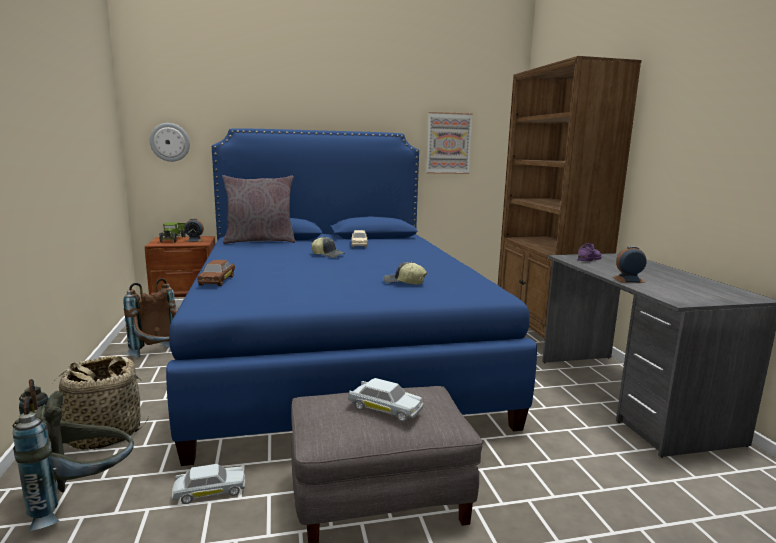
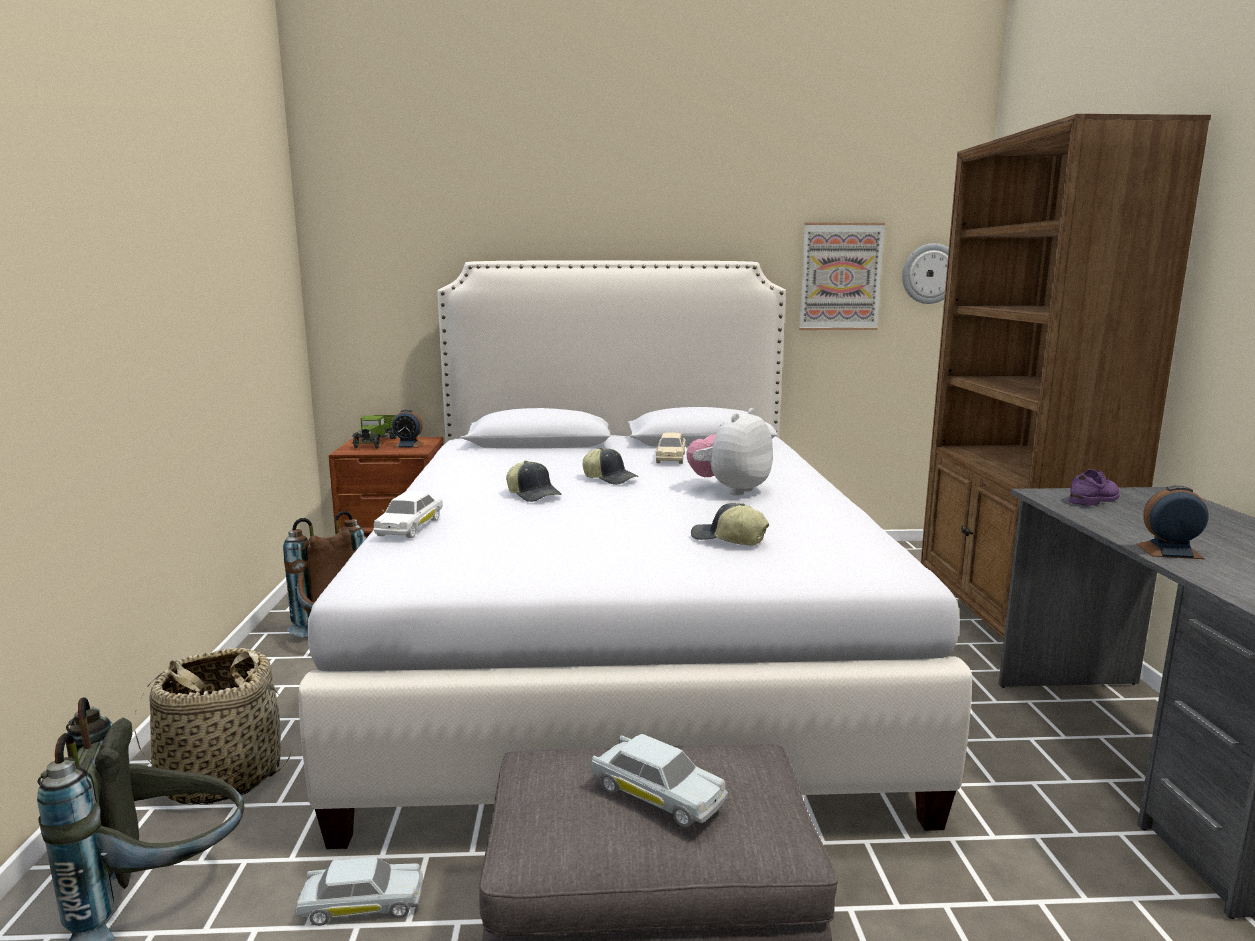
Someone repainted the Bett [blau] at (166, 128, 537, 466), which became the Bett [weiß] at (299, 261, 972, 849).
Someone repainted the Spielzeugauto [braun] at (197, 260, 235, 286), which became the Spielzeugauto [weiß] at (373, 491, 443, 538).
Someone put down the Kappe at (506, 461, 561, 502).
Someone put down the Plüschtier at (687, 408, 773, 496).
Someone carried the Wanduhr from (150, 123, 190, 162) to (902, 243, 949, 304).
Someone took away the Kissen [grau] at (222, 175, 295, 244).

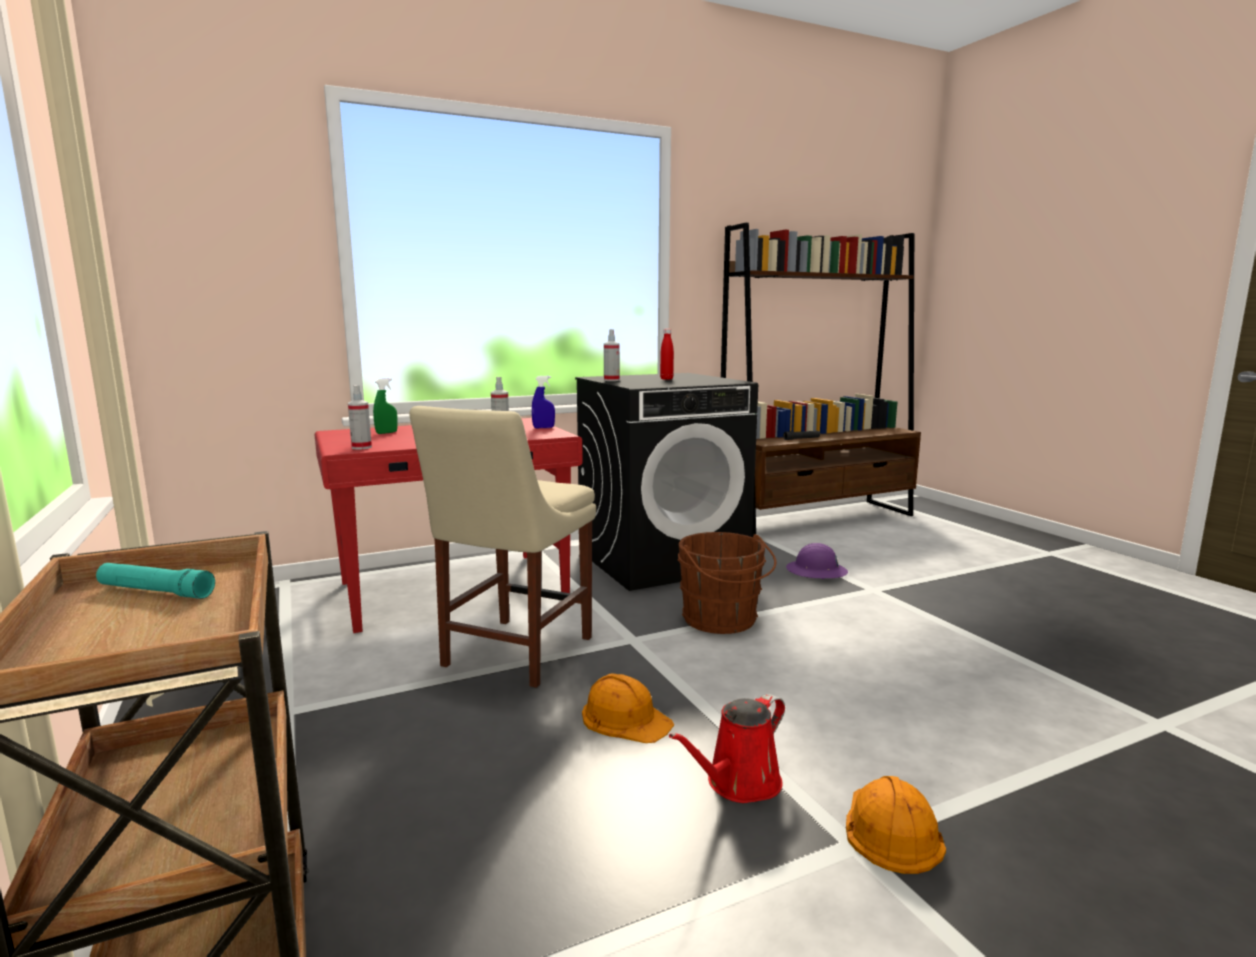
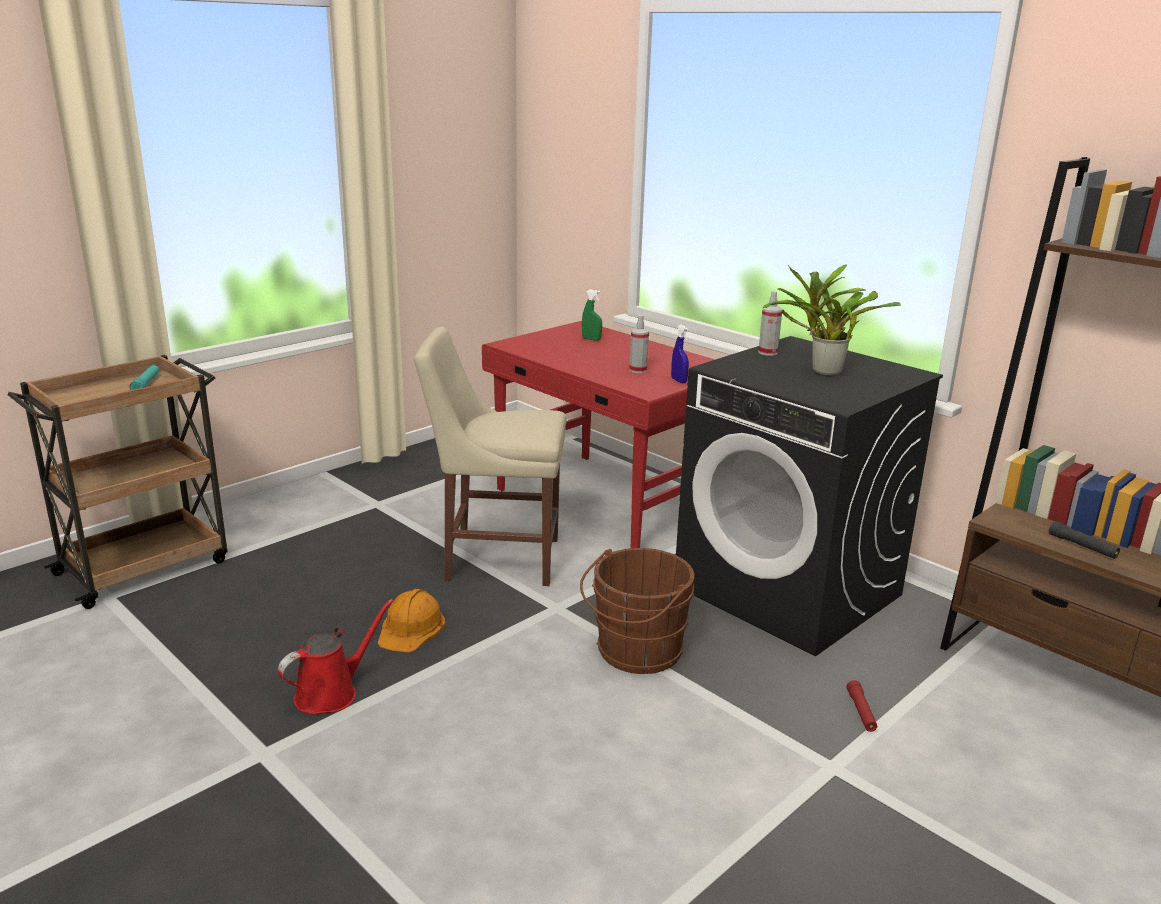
Someone rotated the Gießkanne [rot] at (669, 694, 785, 803) by 105 degrees clockwise.
Someone swapped the Flasche [rot] at (660, 329, 674, 380) for the Topfpflanze at (763, 264, 901, 376).
Someone swapped the Schutzhelm [lila] at (786, 543, 848, 579) for the Taschenlampe [rot] at (847, 680, 877, 732).
Someone took away the Sprühflasche at (348, 385, 372, 450).
Someone took away the Schutzhelm [orange] at (846, 776, 946, 874).

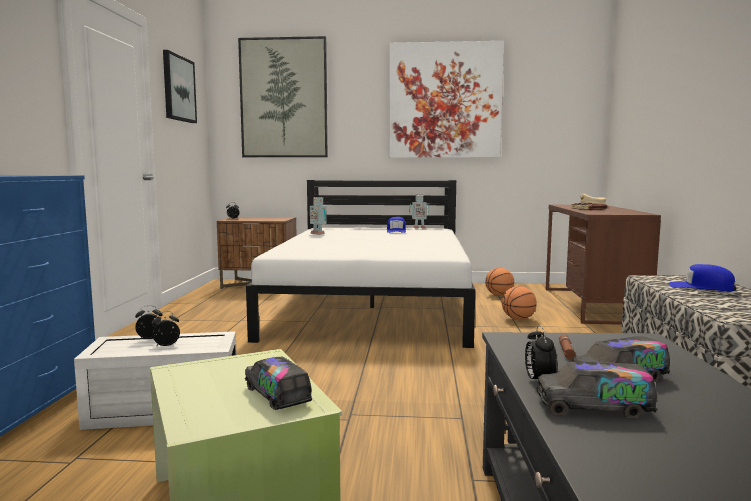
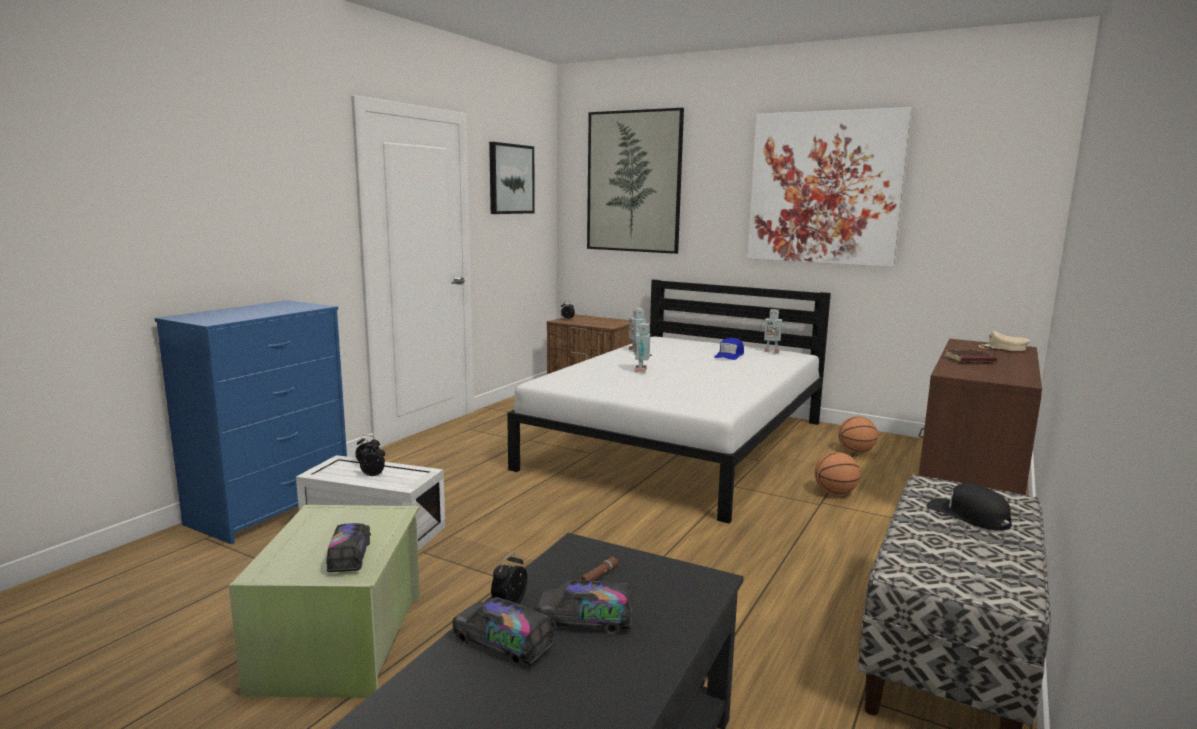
Someone put down the Spielzeugroboter at (633, 323, 652, 373).
Someone repainted the Kappe [blau] at (669, 264, 736, 291), which became the Kappe [schwarz] at (926, 483, 1012, 531).

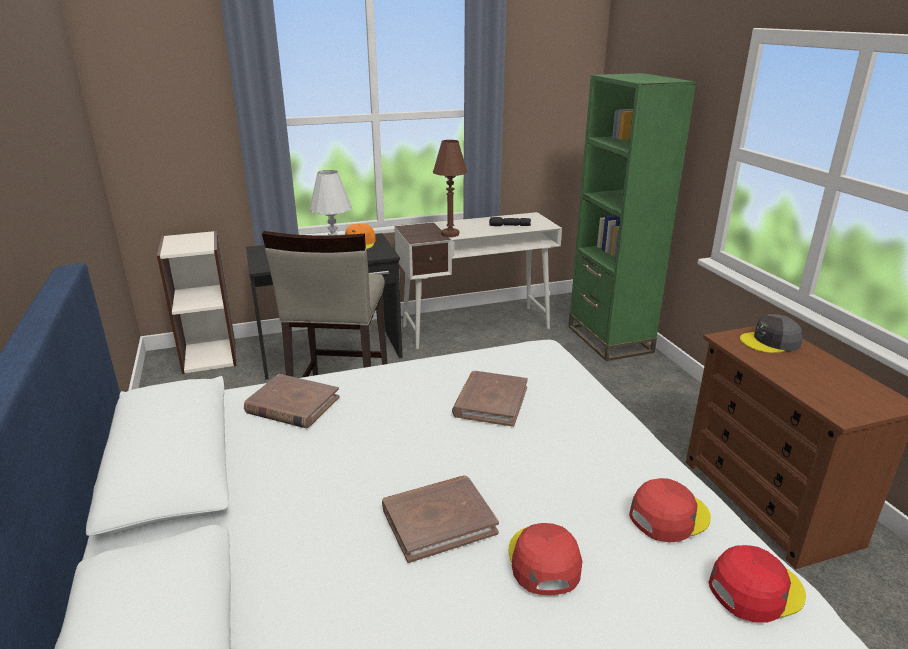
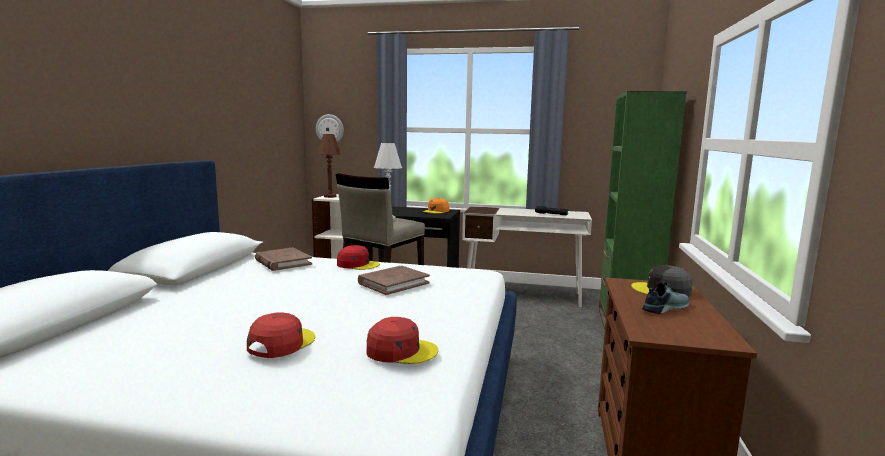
Someone put up the Wanduhr at (316, 114, 344, 143).
Someone carried the Tischlampe [braun] from (433, 140, 468, 237) to (317, 134, 341, 198).
Someone carried the Kappe [rot] from (709, 545, 806, 623) to (337, 245, 380, 270).
Someone put down the Schuh at (642, 282, 689, 314).
Someone took away the Buch [braun] at (382, 475, 499, 563).

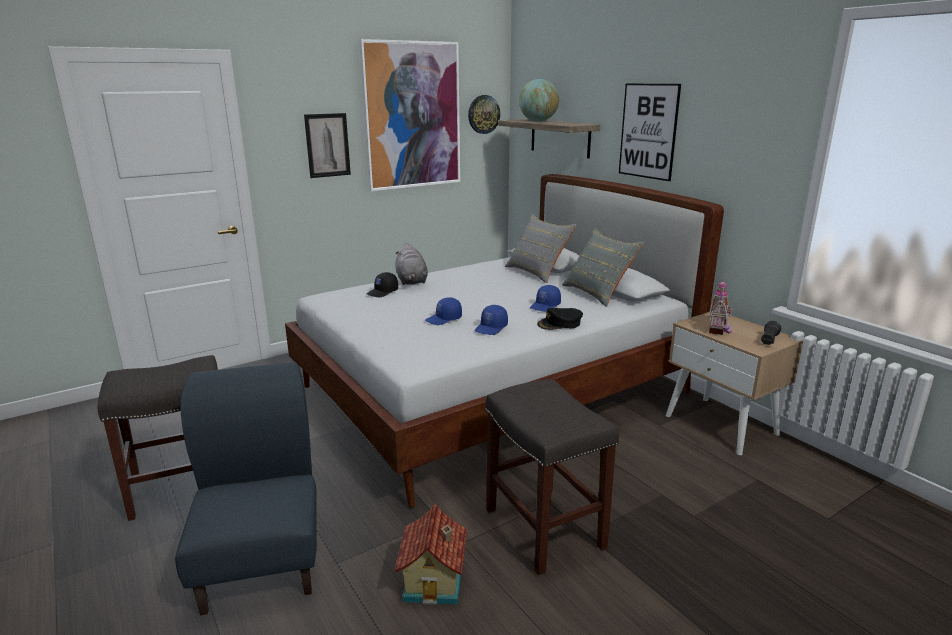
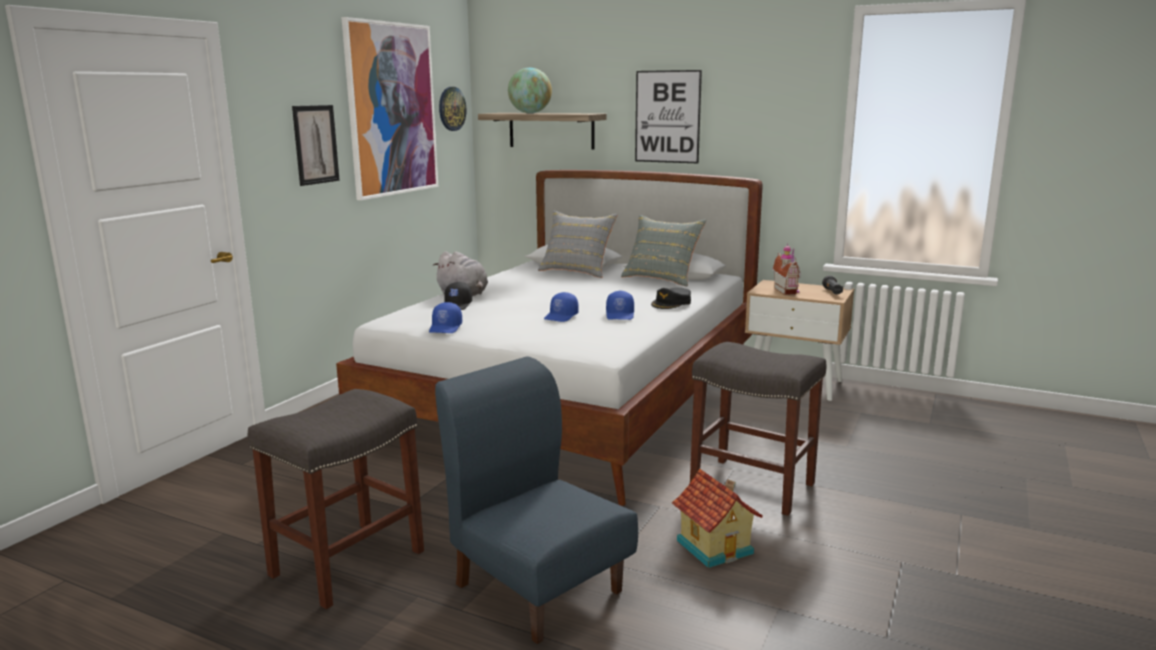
Someone carried the Kappe [blau] from (530, 285, 561, 312) to (429, 302, 462, 333).

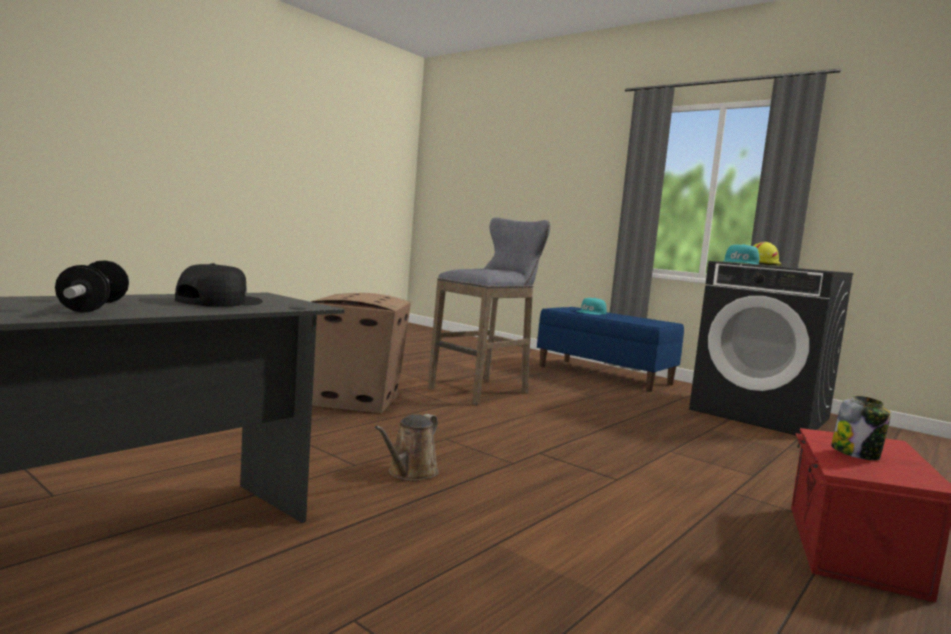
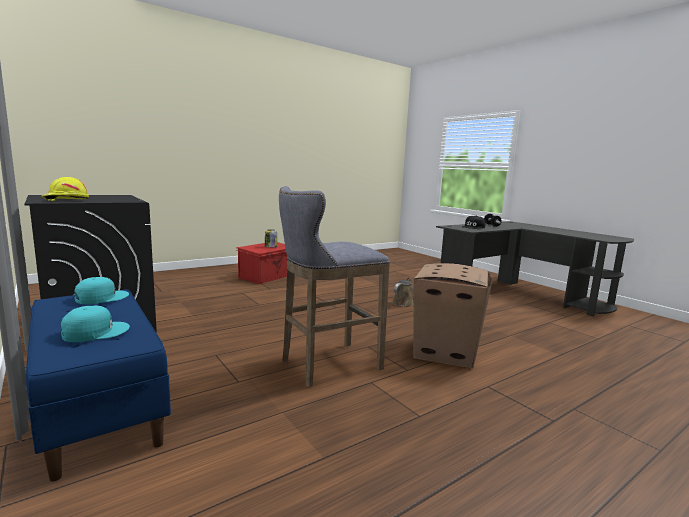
Someone carried the Kappe [türkis] from (723, 244, 759, 265) to (74, 277, 129, 304).

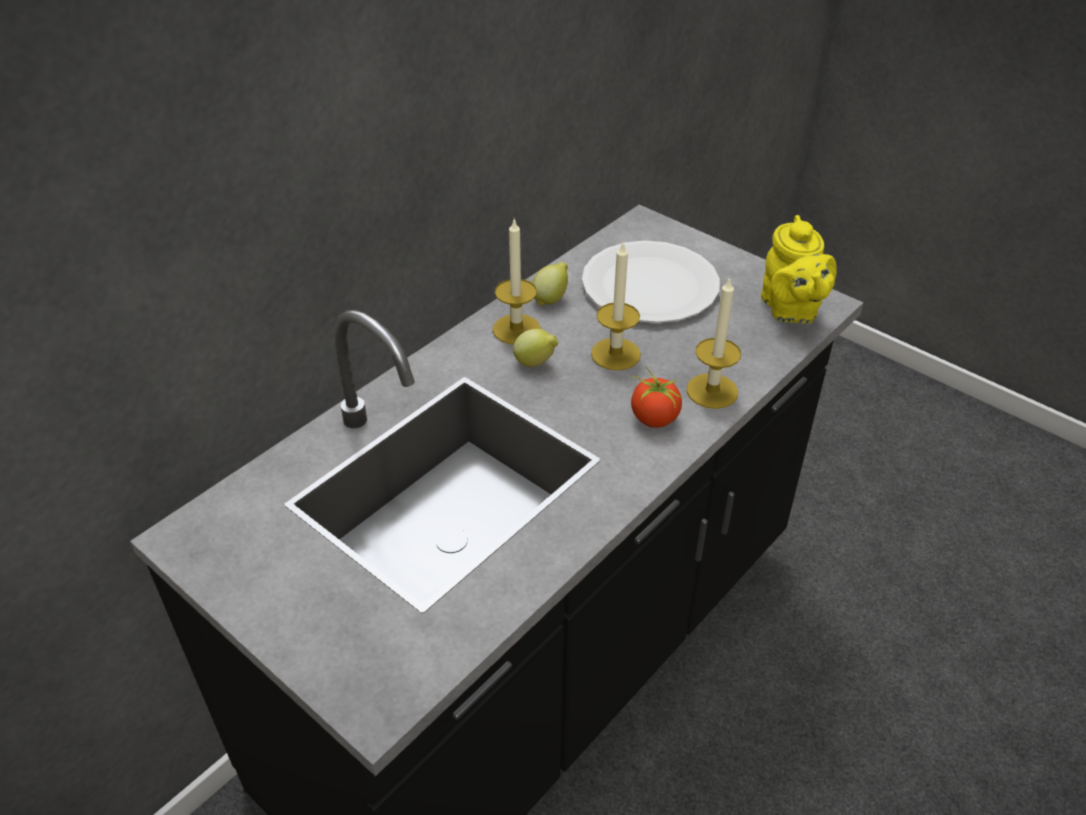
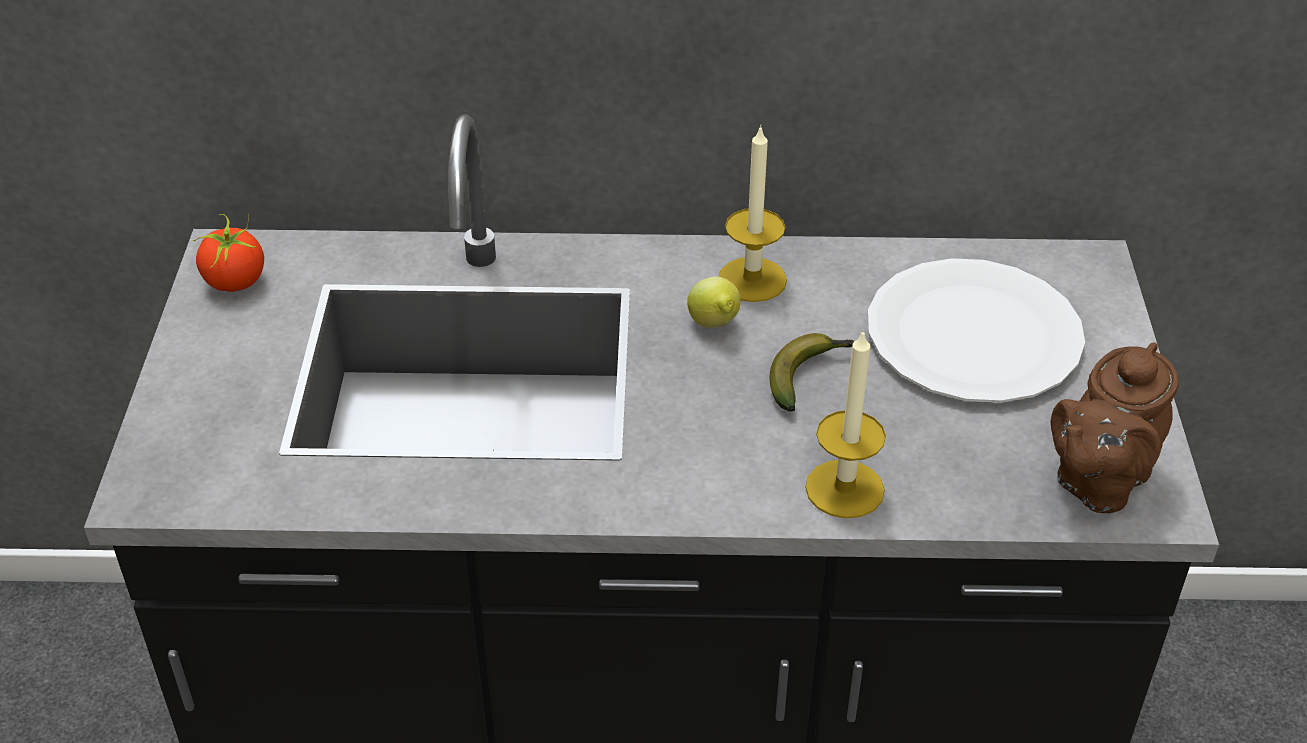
Someone carried the Tomate from (631, 367, 682, 428) to (193, 214, 264, 292).
Someone swapped the Kerze at (591, 243, 641, 371) for the Banane at (770, 333, 854, 412).
Someone repainted the Teekanne [gelb] at (761, 215, 837, 324), which became the Teekanne [braun] at (1050, 343, 1179, 513).
Someone took away the Zitrone at (532, 262, 568, 306).

